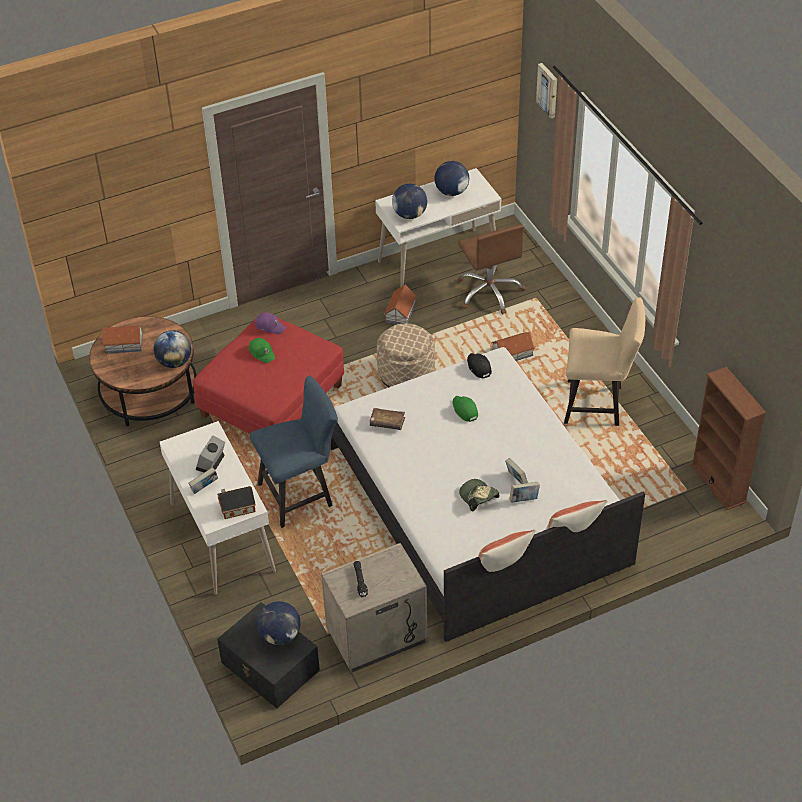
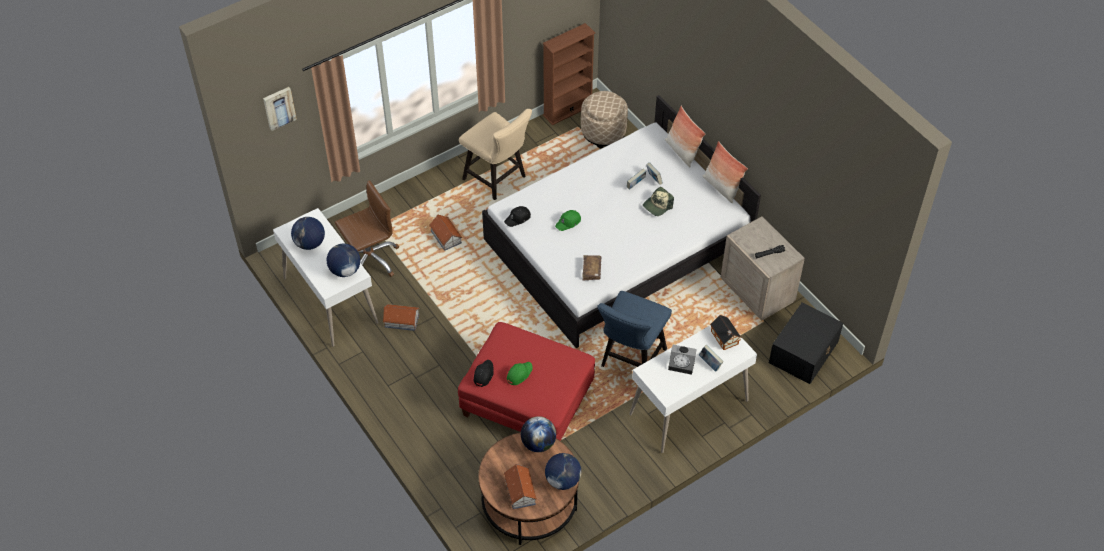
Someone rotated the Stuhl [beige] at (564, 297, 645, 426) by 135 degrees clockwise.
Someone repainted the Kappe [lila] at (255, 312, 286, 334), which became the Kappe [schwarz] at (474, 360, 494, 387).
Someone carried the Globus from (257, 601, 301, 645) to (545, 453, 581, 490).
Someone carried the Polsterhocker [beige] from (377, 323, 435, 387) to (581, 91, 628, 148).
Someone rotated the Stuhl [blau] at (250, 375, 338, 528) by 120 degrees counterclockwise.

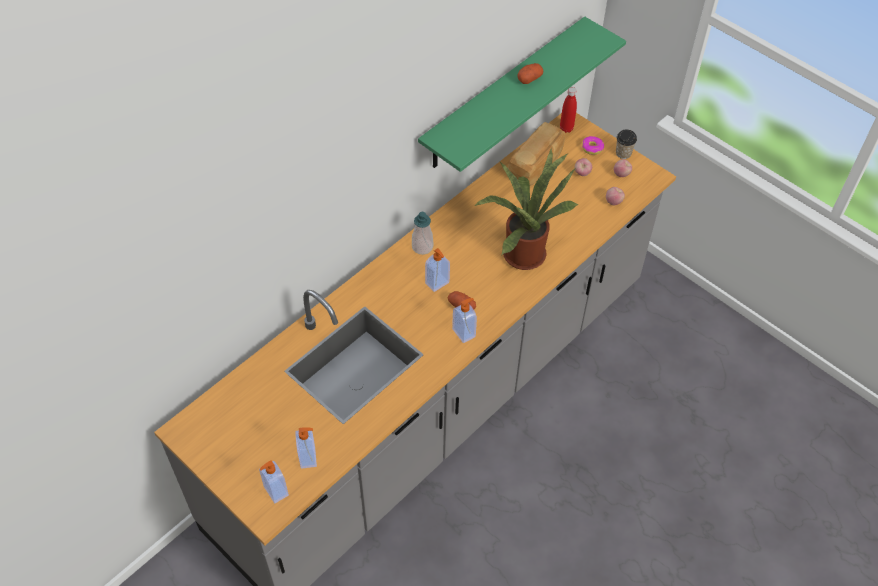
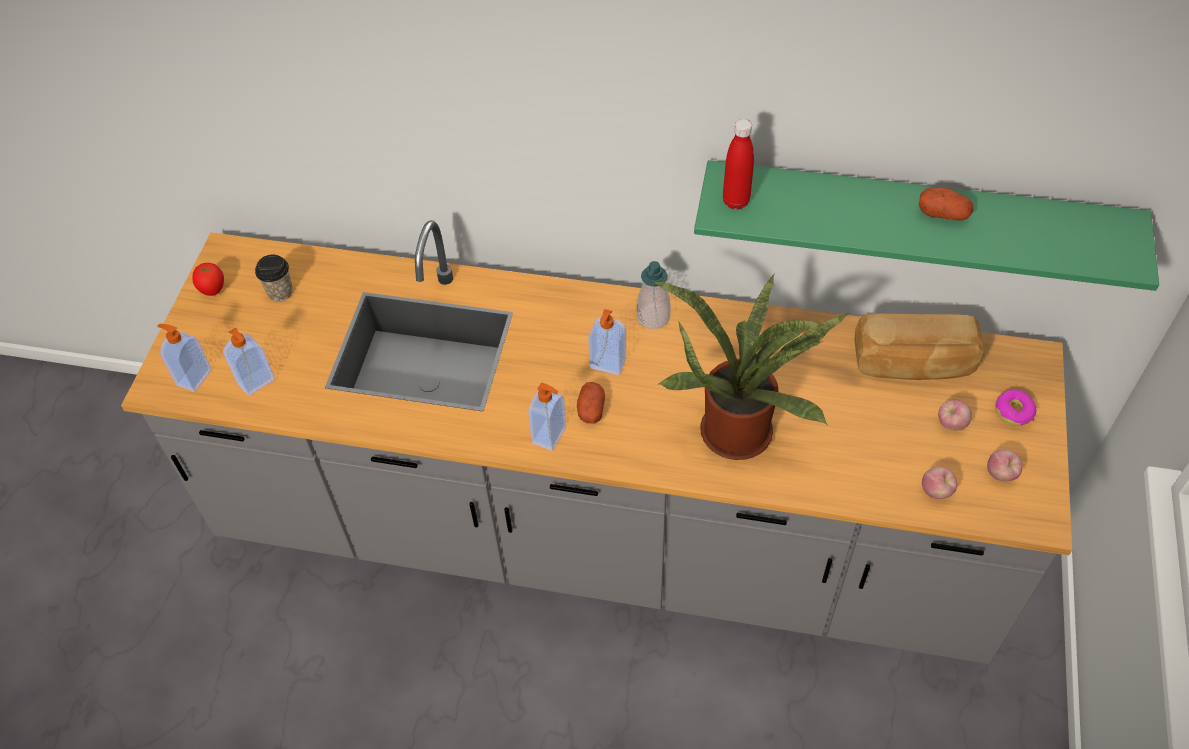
Someone put down the Tomate at (192, 263, 224, 296).
Someone carried the Tasse from (616, 129, 637, 159) to (255, 255, 293, 302).
Someone carried the Flasche [rot] from (560, 87, 577, 133) to (723, 119, 754, 210).

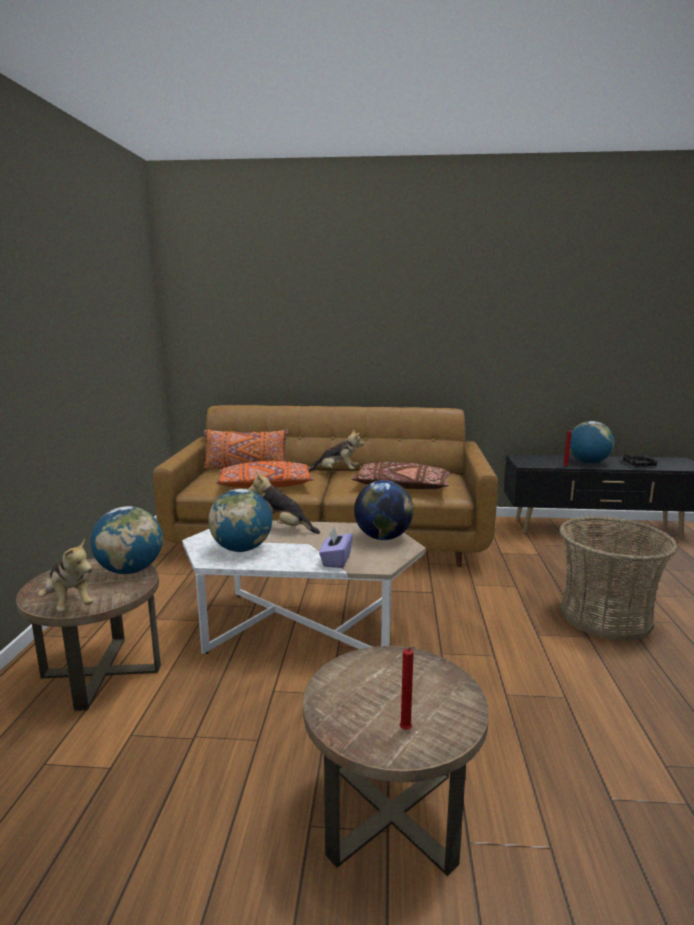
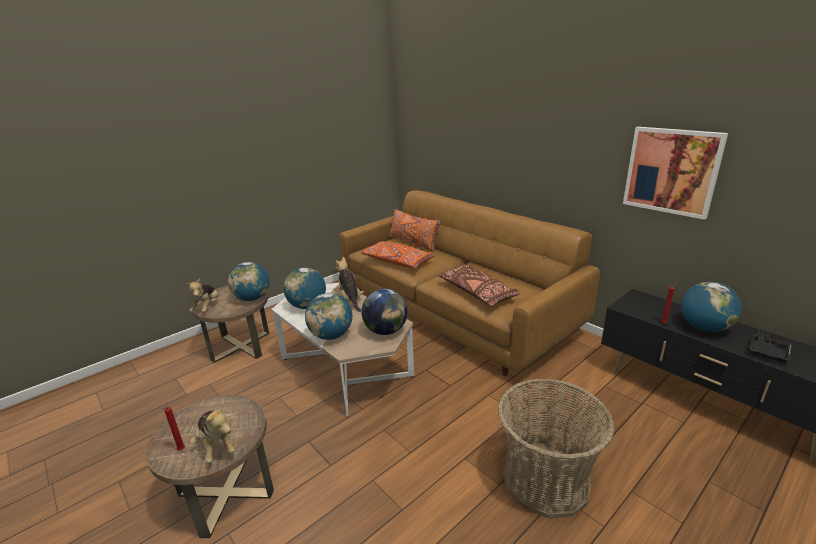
Someone carried the Plüschtier from (309, 429, 364, 471) to (190, 404, 235, 463).
Someone swapped the Taschentuchbox [lila] at (319, 527, 353, 568) for the Globus at (305, 293, 352, 340).
Someone put up the Bild at (623, 127, 728, 220).

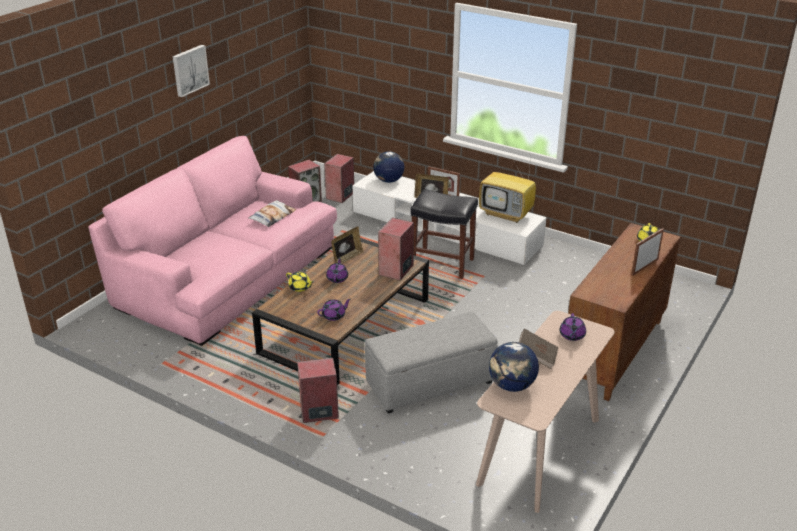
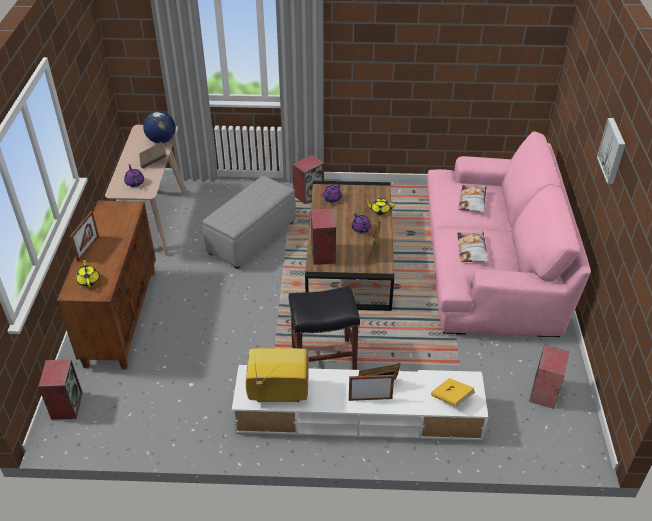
Someone carried the Lautsprecher from (324, 154, 354, 203) to (38, 359, 83, 420).
Someone swapped the Globus at (373, 151, 404, 183) for the Buch [gelb] at (431, 378, 475, 407).
Someone put down the Kissen at (458, 185, 487, 212).

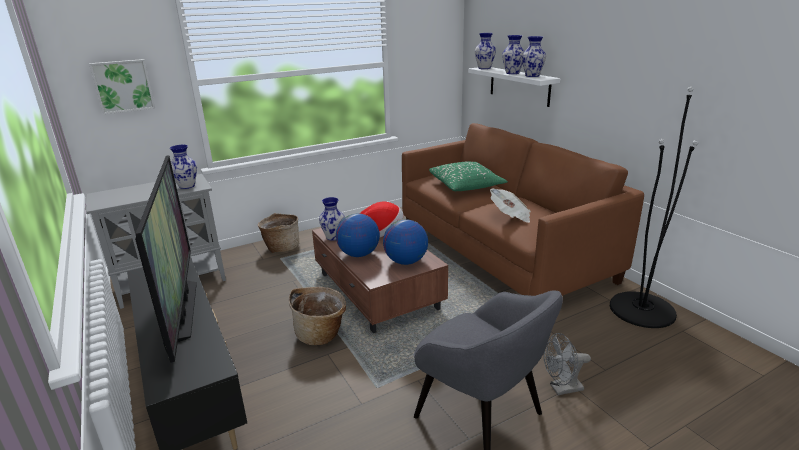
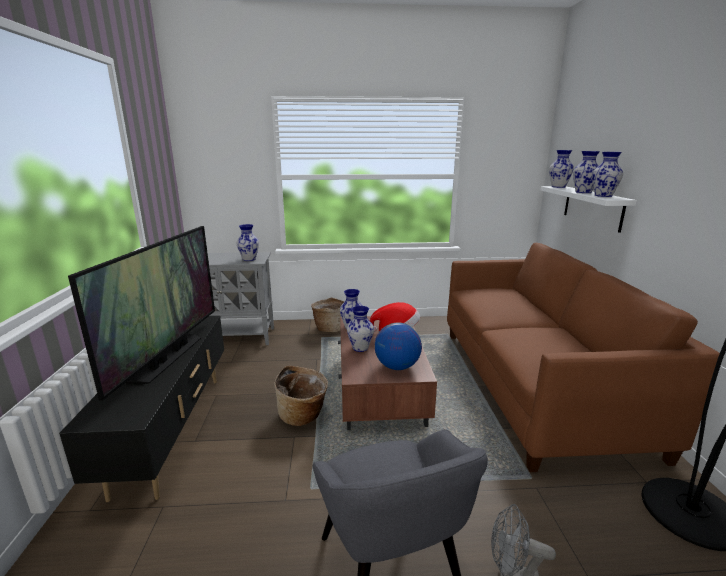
Someone swapped the Globus at (336, 213, 380, 257) for the Vase at (347, 306, 374, 352).
Someone took away the Bild at (89, 59, 155, 114).
Someone took away the Kissen [grün] at (429, 161, 508, 191).
Someone took away the Zeitung at (490, 188, 531, 223).

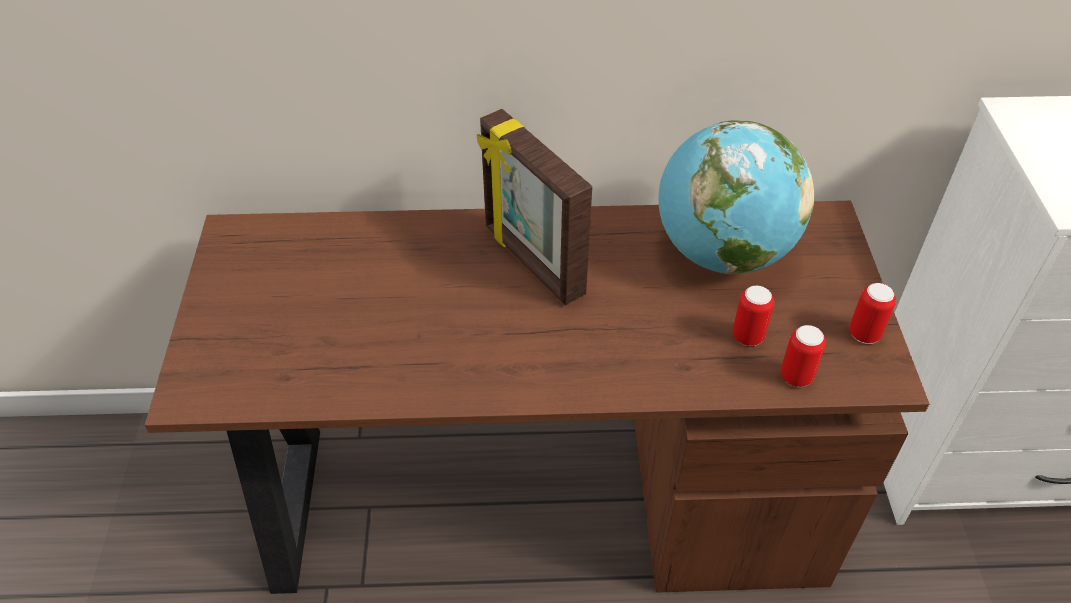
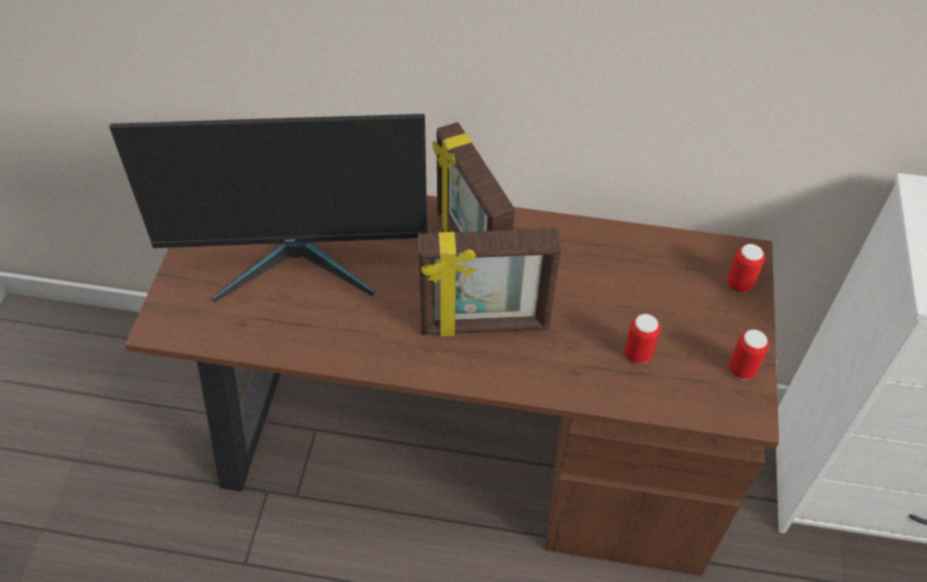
Someone put down the Monitor at (109, 114, 427, 303).
Someone put down the Bilderrahmen at (418, 228, 561, 337).
Someone carried the Dose from (780, 325, 826, 387) to (727, 244, 765, 293).
Someone took away the Globus at (658, 120, 814, 274).

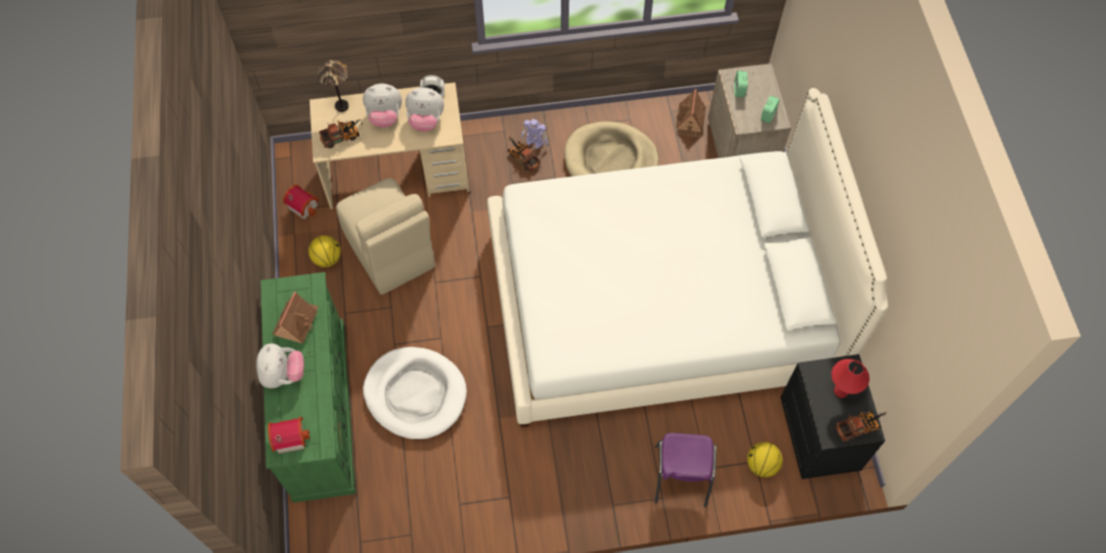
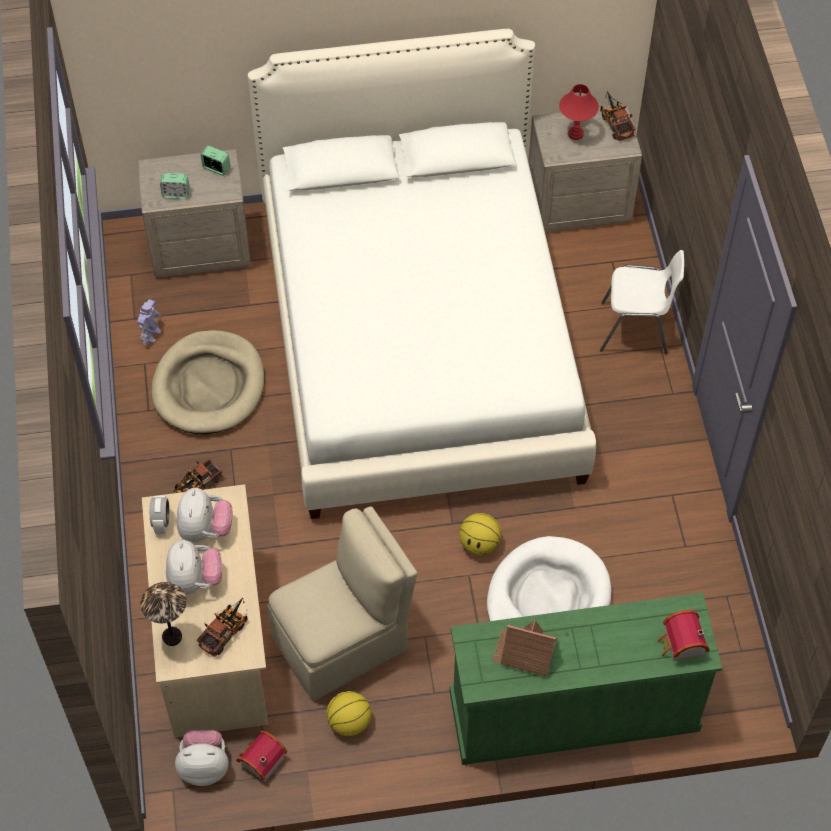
Someone carried the Spielzeugroboter from (521, 119, 548, 149) to (137, 299, 161, 346).
Someone carried the Plüschtier from (256, 343, 304, 388) to (175, 730, 229, 786).
Someone rotated the Spielzeuglaster at (319, 119, 362, 148) by 60 degrees clockwise.
Someone carried the Basketball from (747, 442, 783, 478) to (459, 513, 502, 555).
Someone repainted the Nachttisch [schwarz] at (780, 354, 885, 479), which became the Nachttisch [beige] at (528, 105, 642, 232).
Someone repainted the Stuhl [lila] at (655, 433, 717, 507), which became the Stuhl [weiß] at (600, 250, 684, 354).
Someone took away the Spielzeughaus at (676, 89, 706, 138).

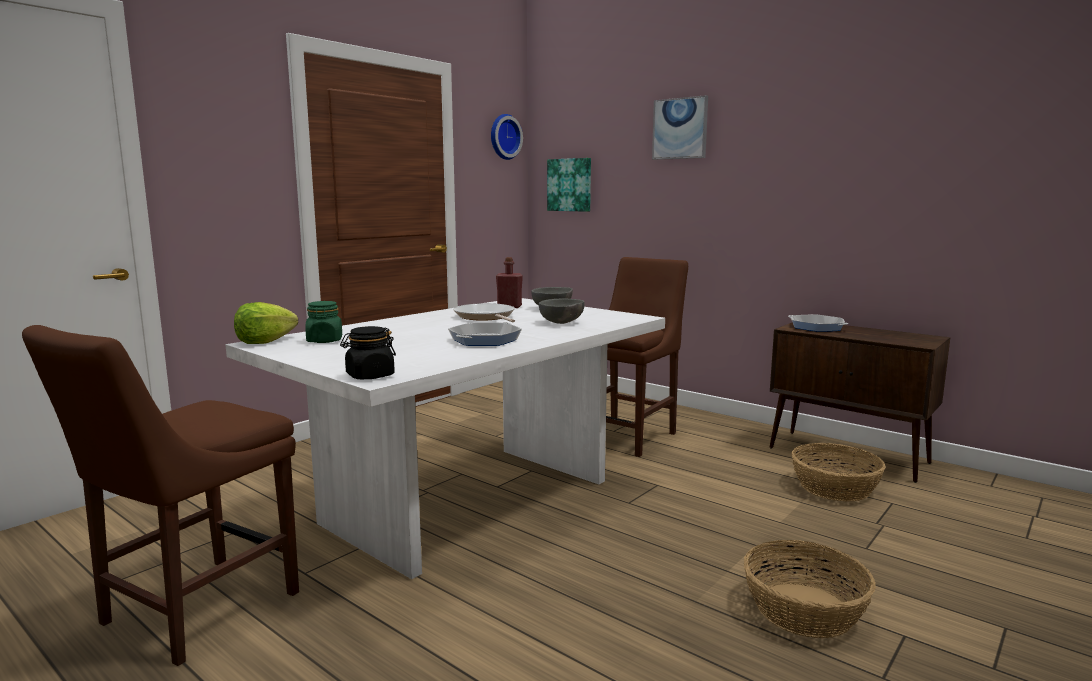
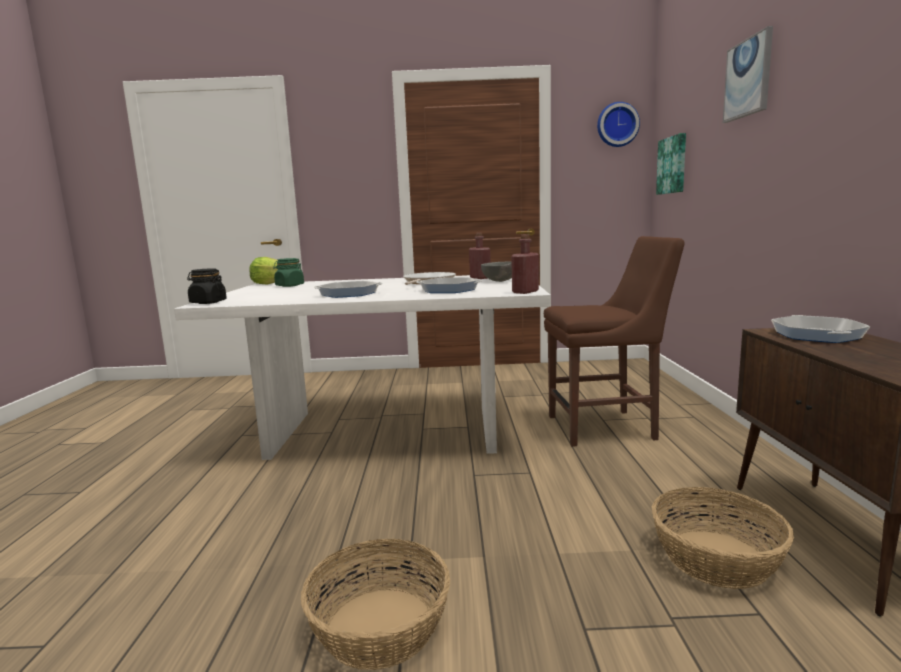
Someone swapped the Schüssel [grau] at (539, 299, 585, 324) for the Pfanne at (416, 277, 482, 293).
Someone put down the Flasche [rot] at (511, 234, 539, 294).
Someone took away the Stuhl [braun] at (22, 325, 299, 666).

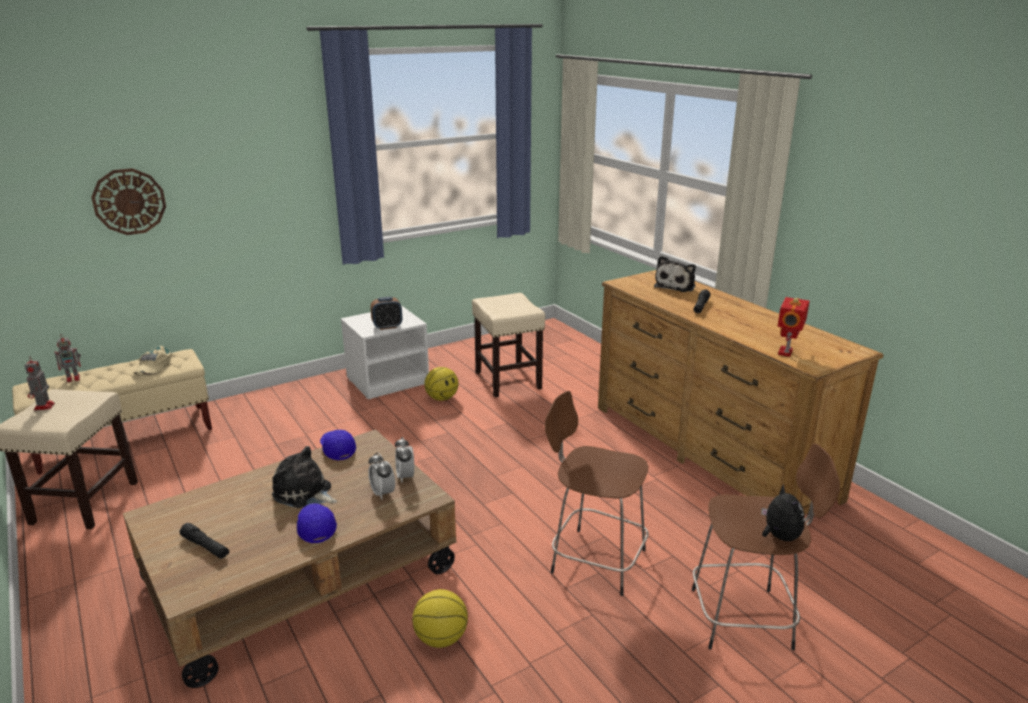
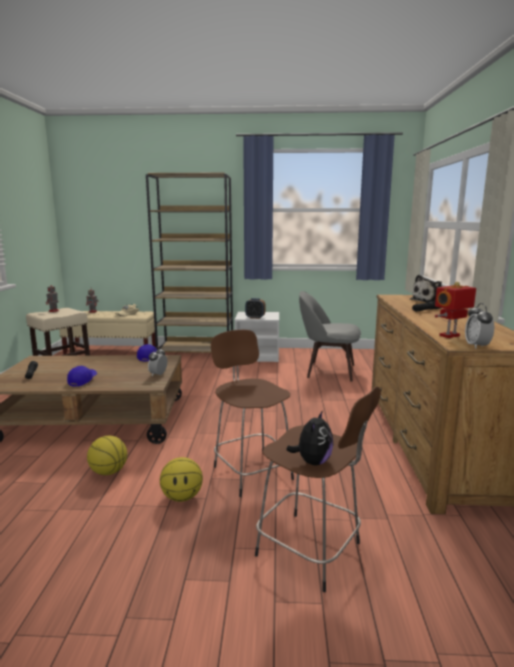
Someone put down the Bücherregal [braun] at (146, 173, 233, 353).
Someone carried the Basketball from (424, 367, 458, 401) to (160, 457, 203, 502).
Someone swapped the Hocker [beige] at (472, 293, 545, 397) for the Stuhl [grau] at (299, 291, 361, 382).
Someone carried the Wecker from (368, 452, 395, 500) to (465, 303, 494, 349).
Someone took away the Wanduhr at (91, 168, 166, 235).
Someone took away the Plüschtier at (272, 446, 337, 508).

